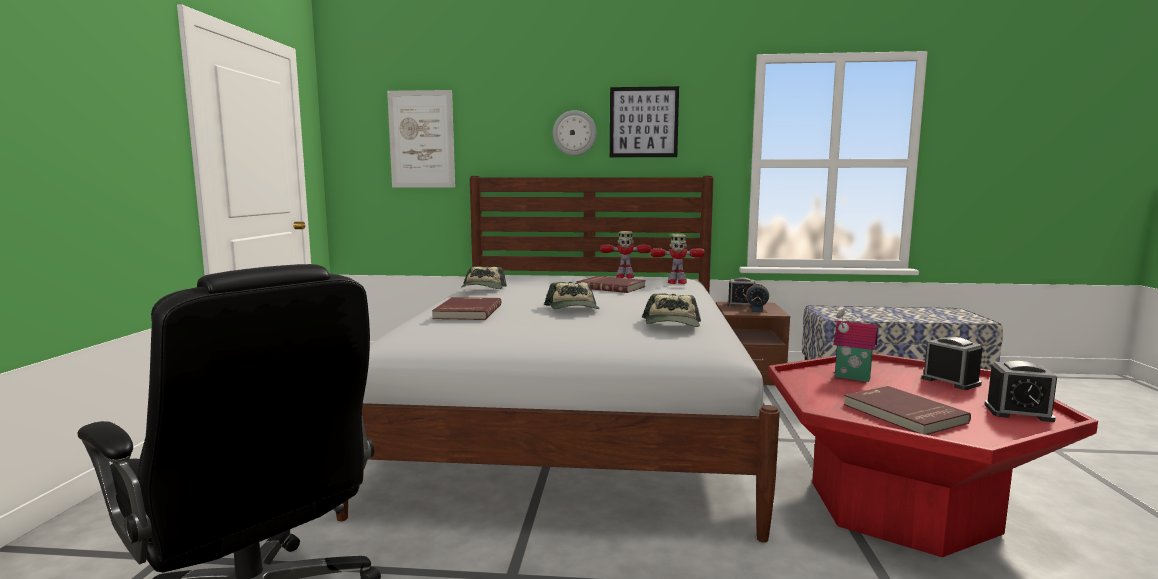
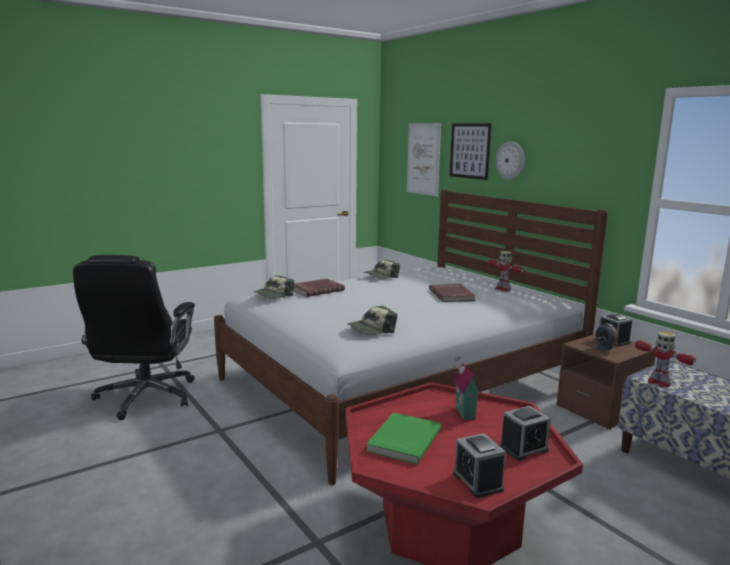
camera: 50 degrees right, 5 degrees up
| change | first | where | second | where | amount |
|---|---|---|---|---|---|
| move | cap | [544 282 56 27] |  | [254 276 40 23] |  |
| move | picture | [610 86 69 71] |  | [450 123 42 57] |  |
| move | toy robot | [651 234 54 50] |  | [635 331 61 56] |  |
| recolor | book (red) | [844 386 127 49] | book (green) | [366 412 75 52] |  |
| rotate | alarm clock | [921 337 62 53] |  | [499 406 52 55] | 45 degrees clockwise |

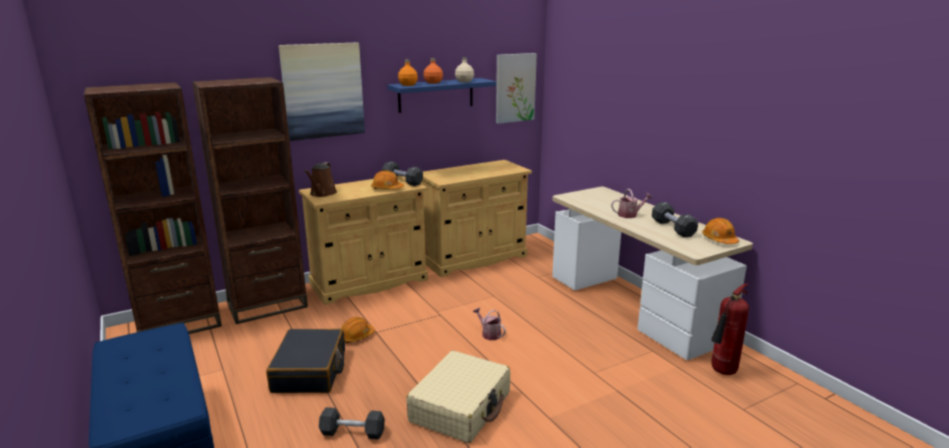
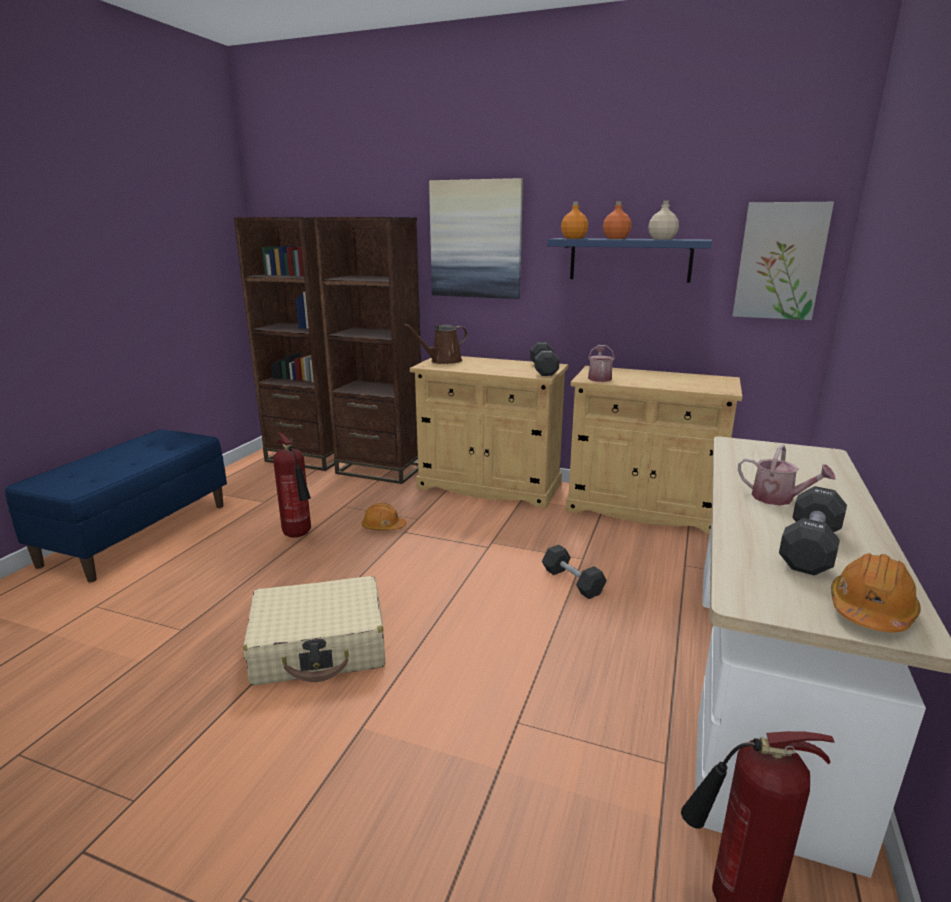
camera: 50 degrees right, 0 degrees up
| change | first | where | second | where | amount |
|---|---|---|---|---|---|
| delete | hard hat (orange) | [371 170 33 19] |  |  |  |
| move | dumbbell (black) | [319 407 66 32] |  | [542 545 65 54] |  |
| move | watering can | [473 308 33 32] |  | [588 345 27 37] |  |
| replace | suitcase (black) | [266 329 79 64] | fire extinguisher | [273 432 38 106] |  |

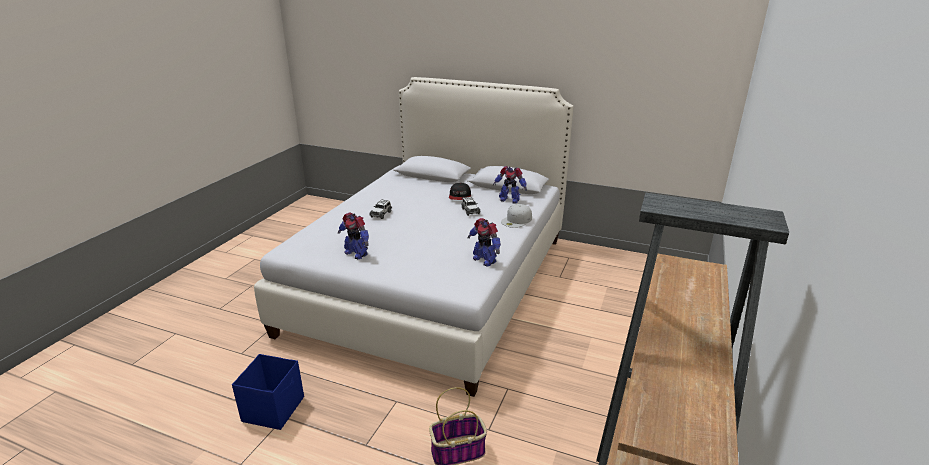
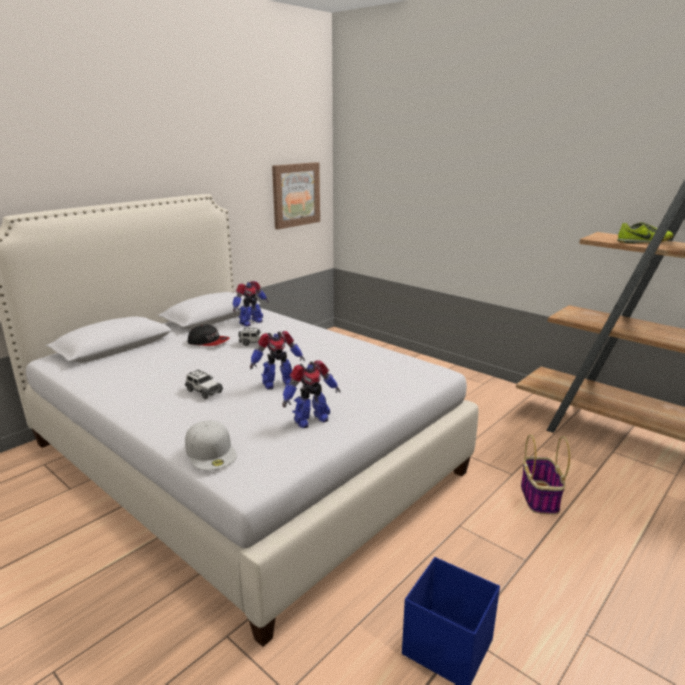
camera: 70 degrees left, 5 degrees down
| change | first | where | second | where | amount |
|---|---|---|---|---|---|
| insert |  |  | picture | [272 162 48 67] |  |
| insert |  |  | shoe | [617 222 56 21] |  |
| move | toy robot | [468 218 33 48] |  | [250 331 55 58] |  |
| move | cap (white) | [501 204 31 24] |  | [185 420 52 50] |  |

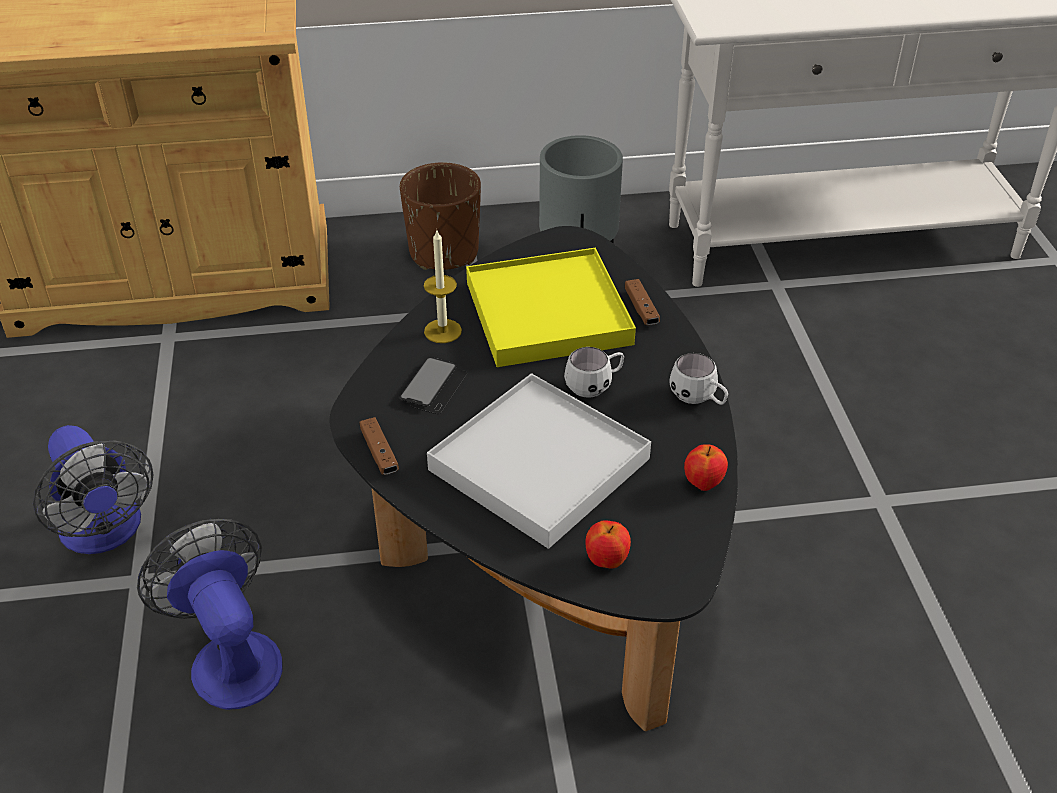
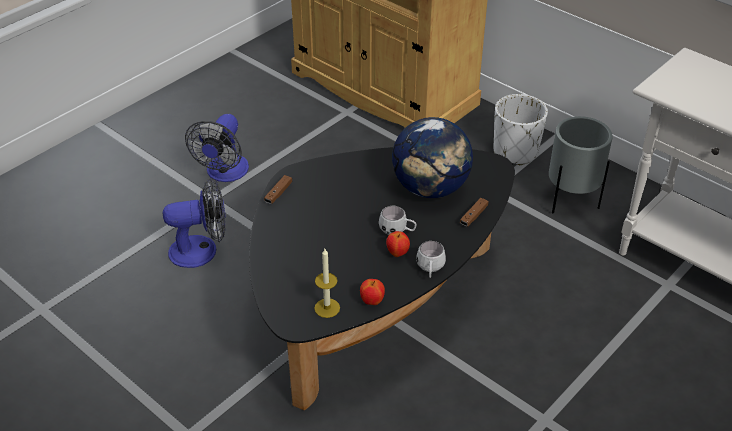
camera: 50 degrees right, 0 degrees up
| change | first | where | second | where | amount |
|---|---|---|---|---|---|
| delete | phone | [399 357 68 57] |  |  |  |
| delete | tray (white) | [427 373 224 176] |  |  |  |
| move | candle | [424 231 38 112] |  | [314 249 26 69] |  |
| move | apple | [585 520 46 49] |  | [386 231 24 26] |  |
| replace | tray (yellow) | [466 248 170 119] | globe | [392 117 81 81] |  |
| recolor | planter (brown) | [400 163 81 107] | planter (white) | [494 94 54 71] |  |
| rotate | fan | [137 519 146 191] |  | [163 178 63 90] | 60 degrees clockwise |

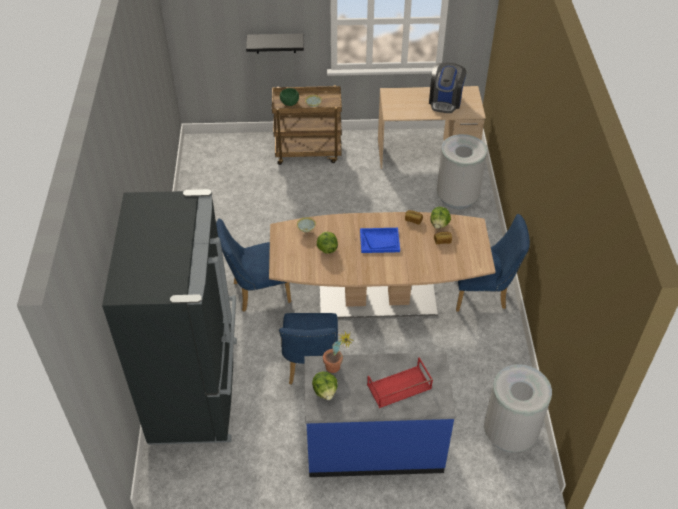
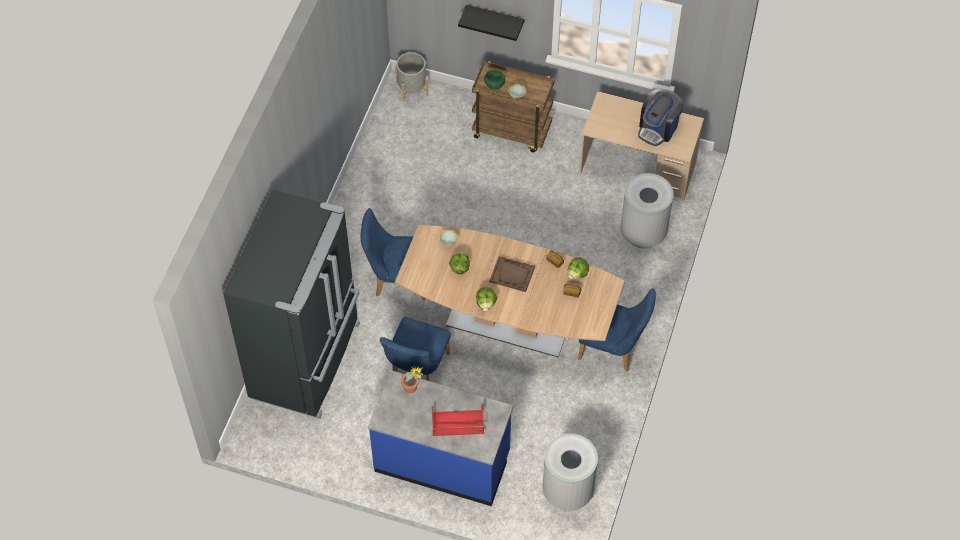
camera: 20 degrees right, 10 degrees up
| change | first | where | second | where | amount |
|---|---|---|---|---|---|
| insert |  |  | planter (grey) | [395 52 33 50] |  |
| move | lettuce | [312 372 26 28] |  | [476 287 21 24] |  |
| recolor | tray (blue) | [360 228 40 25] | tray (brown) | [490 256 45 36] |  |

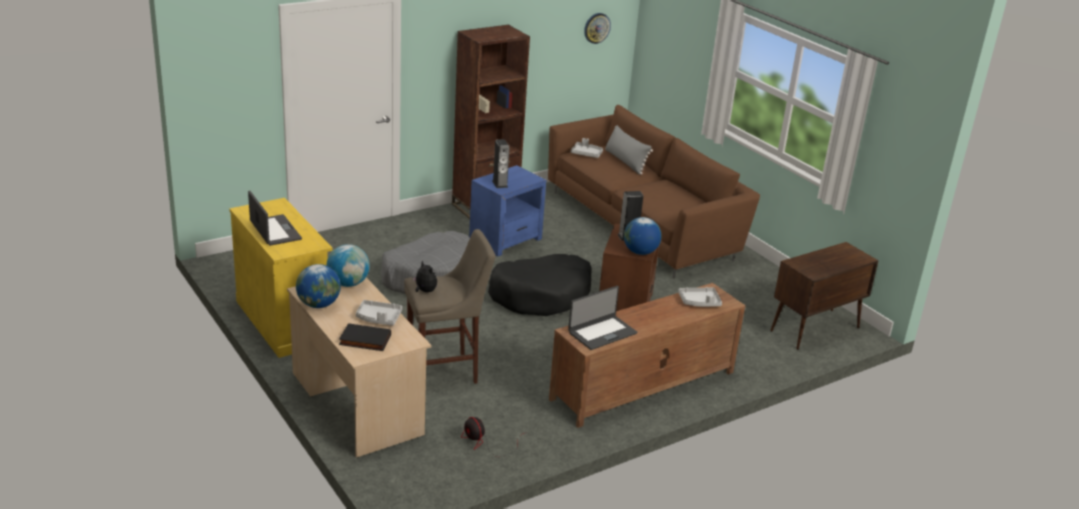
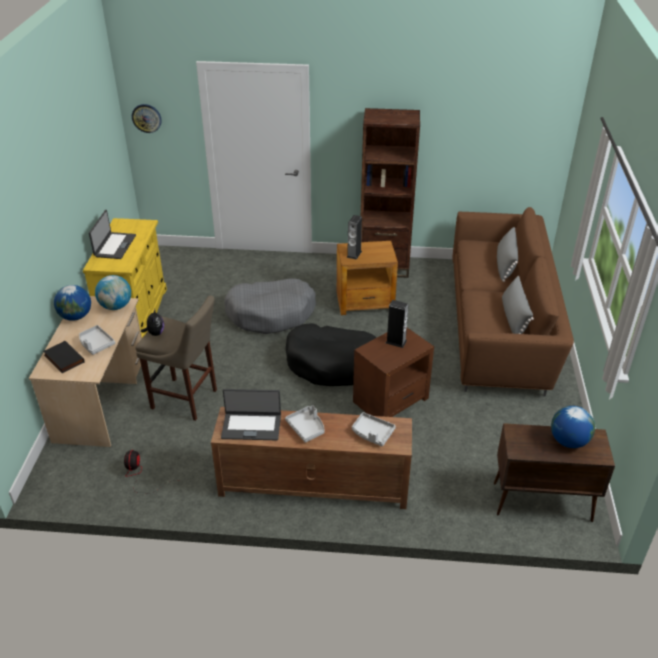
camera: 40 degrees right, 10 degrees up
| change | first | where | second | where | amount |
|---|---|---|---|---|---|
| insert |  |  | pillow (grey) | [502 276 32 58] |  |
| move | tray (grey) | [571 138 32 20] |  | [285 405 40 38] |  |
| move | wall clock | [584 13 27 31] |  | [132 104 30 29] |  |
| move | globe | [624 217 38 38] |  | [551 406 44 42] |  |
| recolor | side table (blue) | [469 165 77 91] | side table (brown) | [337 241 61 74] |  |

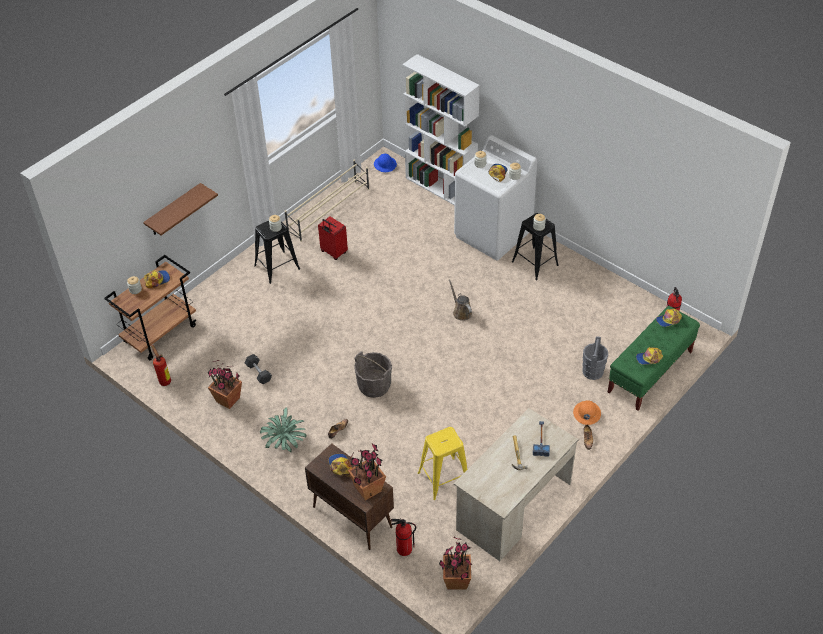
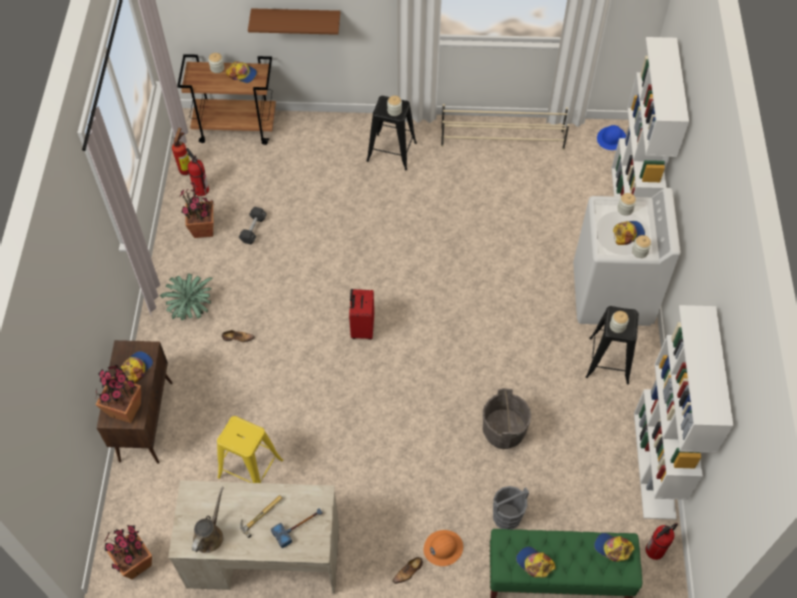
camera: 50 degrees right, 10 degrees up
| change | first | where | second | where | amount |
|---|---|---|---|---|---|
| insert |  |  | bookcase (white) | [634 305 100 215] |  |
| move | suitcase (red) | [318 217 30 43] |  | [349 289 25 51] |  |
| move | bucket (grey) | [354 351 38 47] |  | [483 388 48 61] |  |
| move | fire extinguisher | [391 519 25 37] |  | [186 148 23 48] |  |
| move | watering can (brown) | [449 279 23 42] |  | [192 487 32 66] |  |

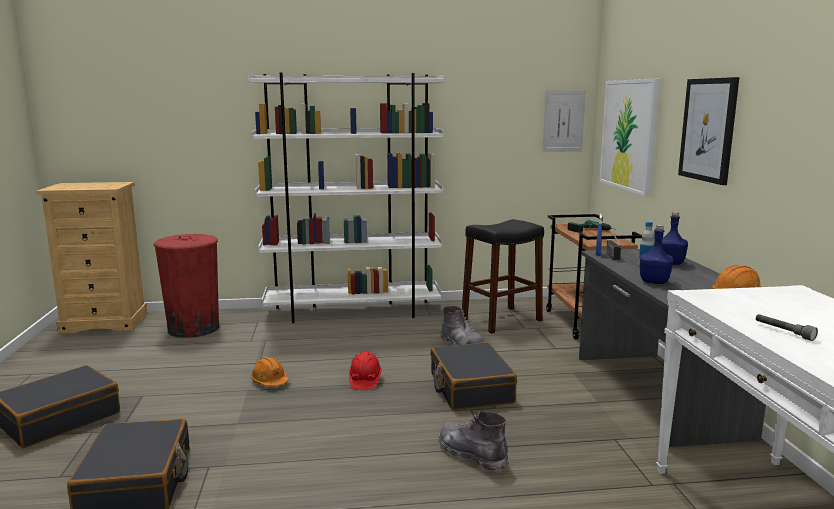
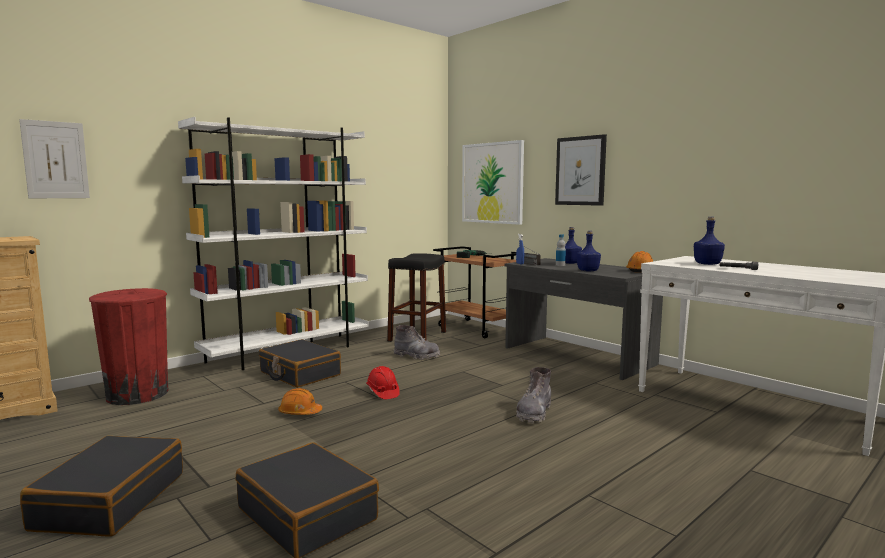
camera: 35 degrees left, 5 degrees down
| change | first | where | second | where | amount |
|---|---|---|---|---|---|
| insert |  |  | bottle (blue) | [694 217 31 48] |  |
| move | suitcase (black) | [431 342 86 68] |  | [259 339 82 49] |  |
| move | picture | [542 90 44 62] |  | [19 119 71 79] |  |
| rotate | boot (grey) | [438 411 71 62] |  | [516 367 35 56] | 75 degrees counterclockwise |

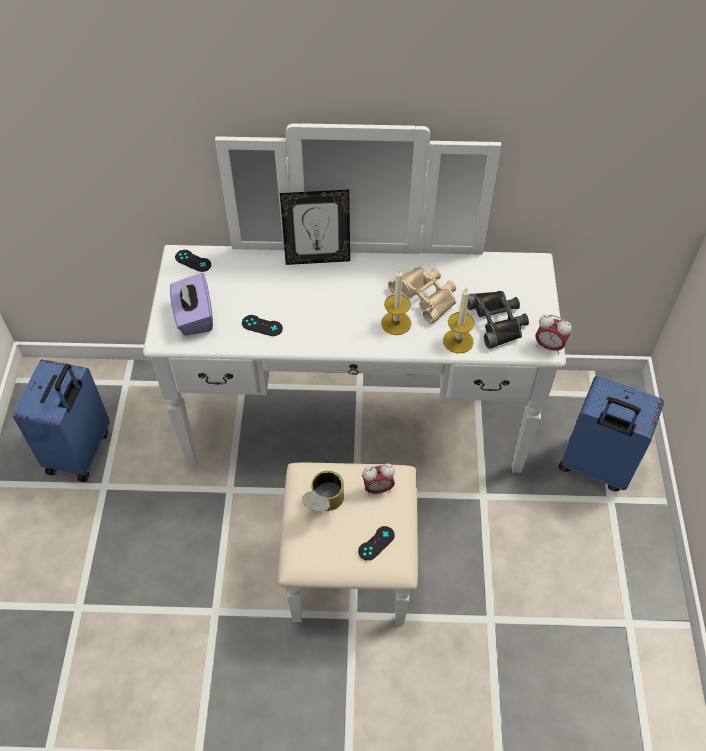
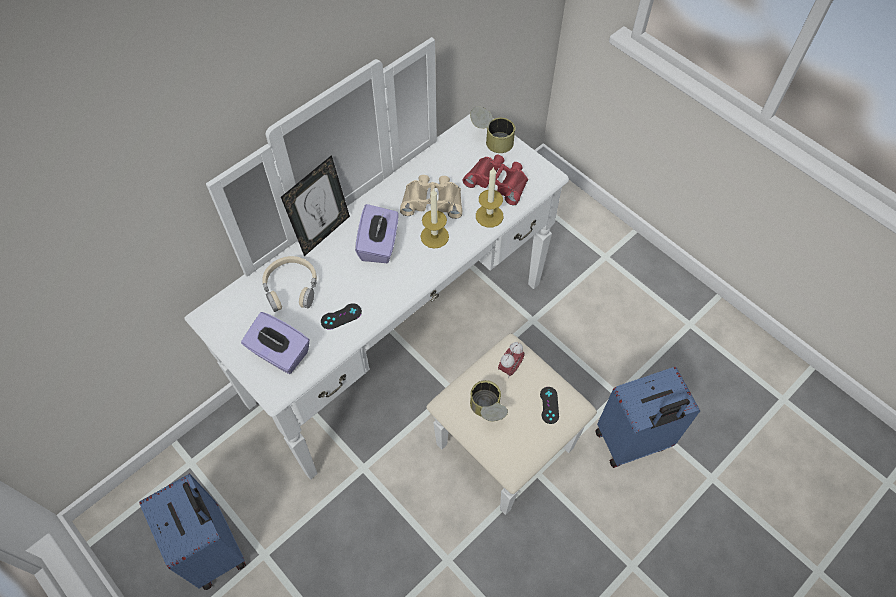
camera: 45 degrees left, 5 degrees up
| change | first | where | second | where | amount |
|---|---|---|---|---|---|
| delete | game controller (black) | [175 250 36 22] |  |  |  |
| delete | alarm clock | [535 315 37 39] |  |  |  |
| insert |  |  | headphones (beige) | [262 256 55 56] |  |
| insert |  |  | tissue box (purple) | [355 204 44 59] |  |
| insert |  |  | can | [470 106 45 47] |  |
| move | suitcase (blue) | [559 376 105 115] |  | [595 367 105 101] |  |
| recolor | binoculars (black) | [467 291 62 58] | binoculars (red) | [463 155 65 50] |  |

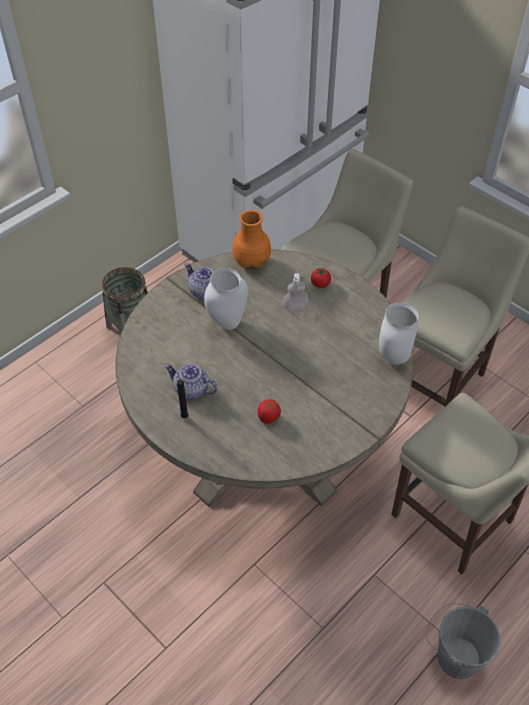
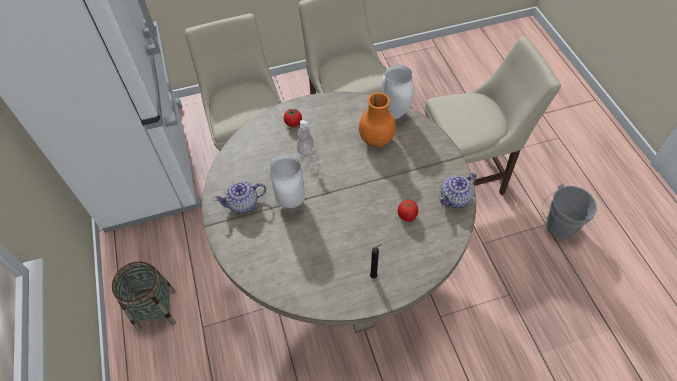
camera: 60 degrees left, 5 degrees up
| change | first | where | second | where | amount |
|---|---|---|---|---|---|
| move | teapot | [164 364 54 35] |  | [439 173 38 35] |  |
| move | vase (orange) | [232 210 39 60] |  | [359 92 37 55] |  |

